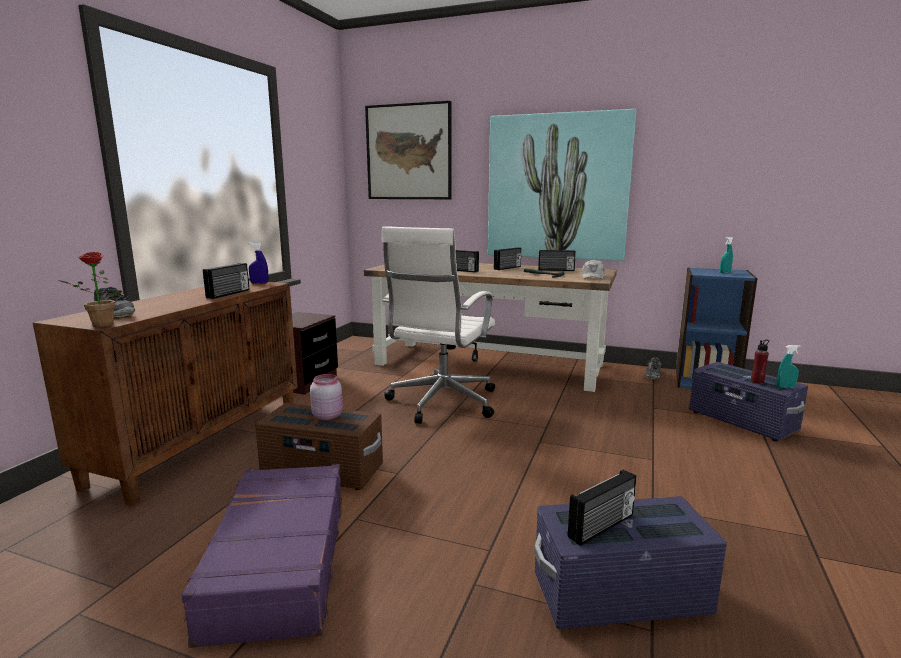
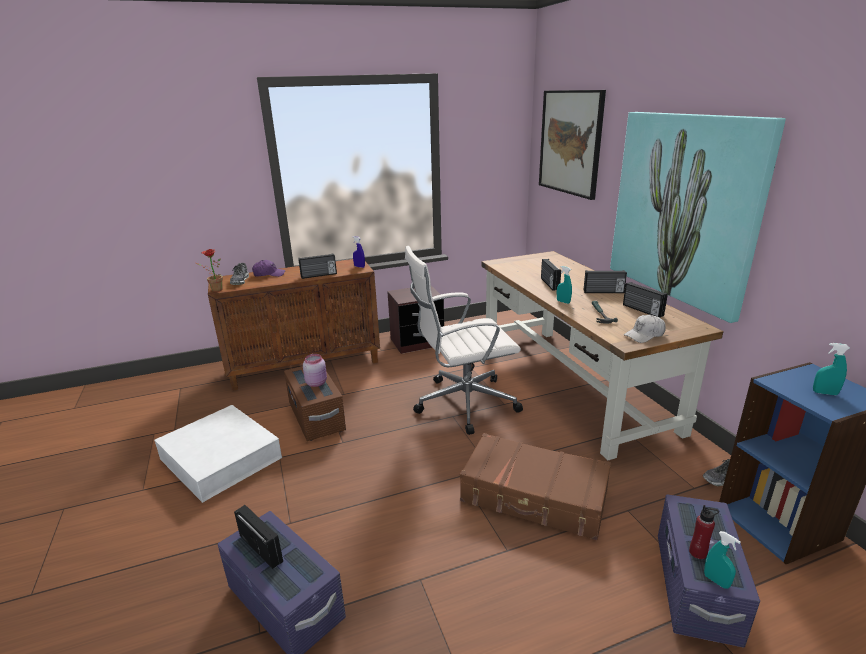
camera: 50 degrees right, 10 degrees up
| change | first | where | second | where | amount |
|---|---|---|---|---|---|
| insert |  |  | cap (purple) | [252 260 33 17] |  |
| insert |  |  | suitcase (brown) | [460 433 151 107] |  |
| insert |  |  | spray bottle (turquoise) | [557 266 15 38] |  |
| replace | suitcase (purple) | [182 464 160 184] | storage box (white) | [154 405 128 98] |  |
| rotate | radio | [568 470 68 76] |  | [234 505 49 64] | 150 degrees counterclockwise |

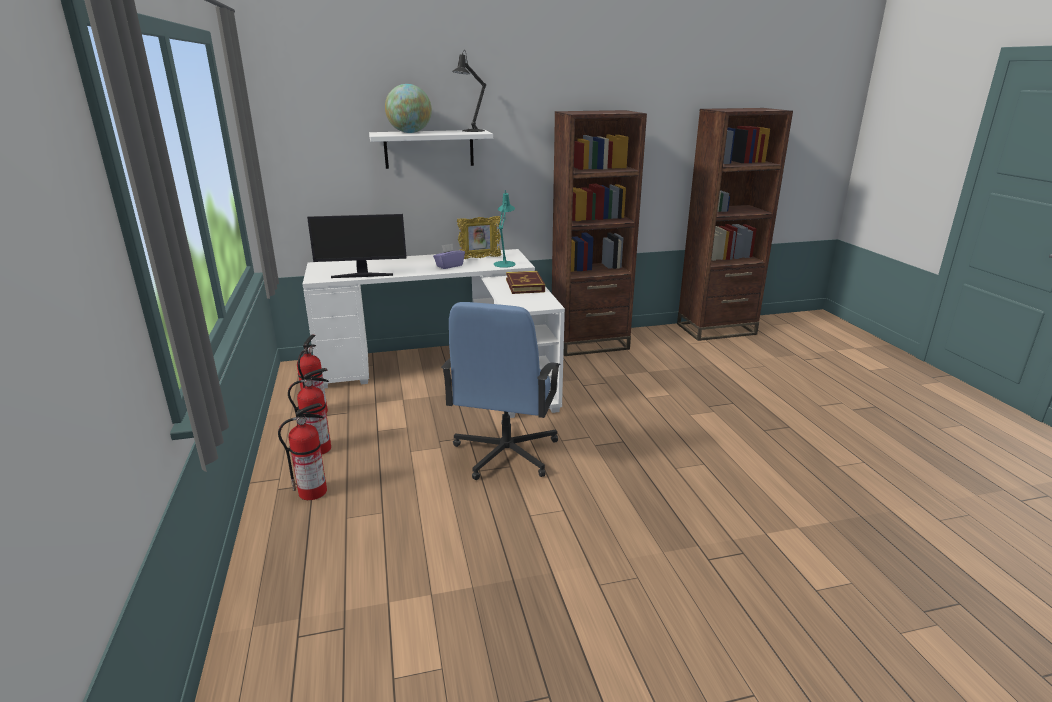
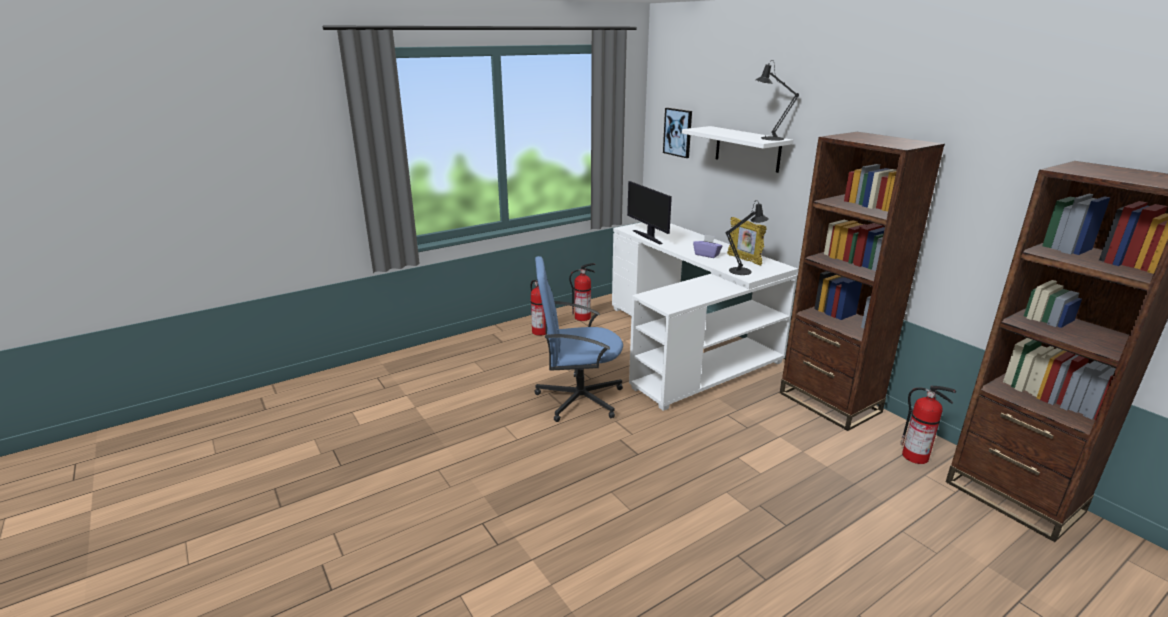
camera: 70 degrees right, 0 degrees up
| change | first | where | second | where | amount |
|---|---|---|---|---|---|
| delete | globe | [385 84 47 49] |  |  |  |
| delete | book | [506 271 39 23] |  |  |  |
| insert |  |  | picture | [663 108 29 50] |  |
| move | fire extinguisher | [278 403 49 97] |  | [900 386 56 78] |  |
| recolor | table lamp (turquoise) | [494 190 22 78] | table lamp (black) | [726 200 43 75] |  |

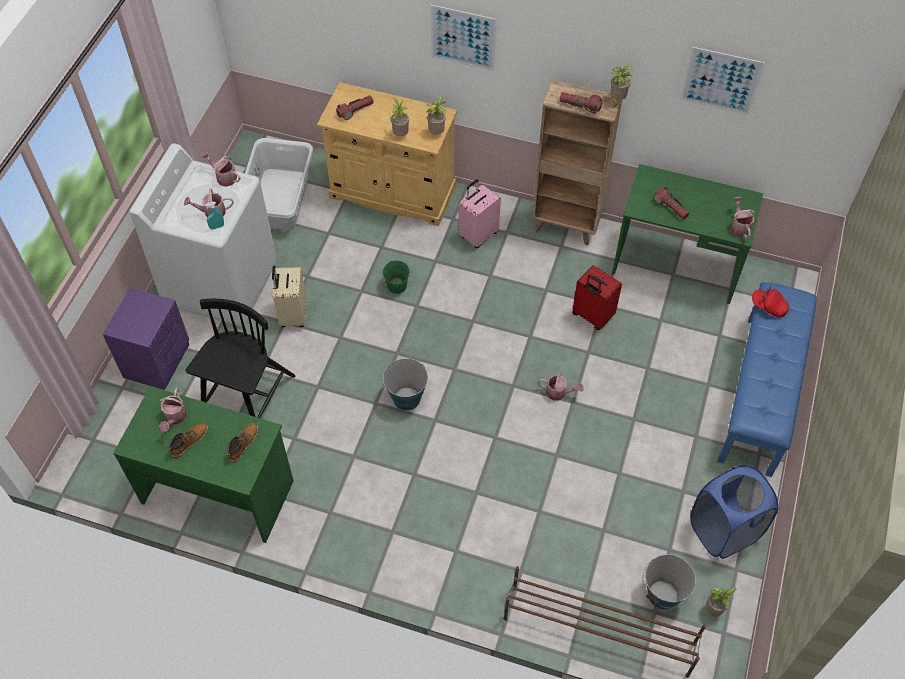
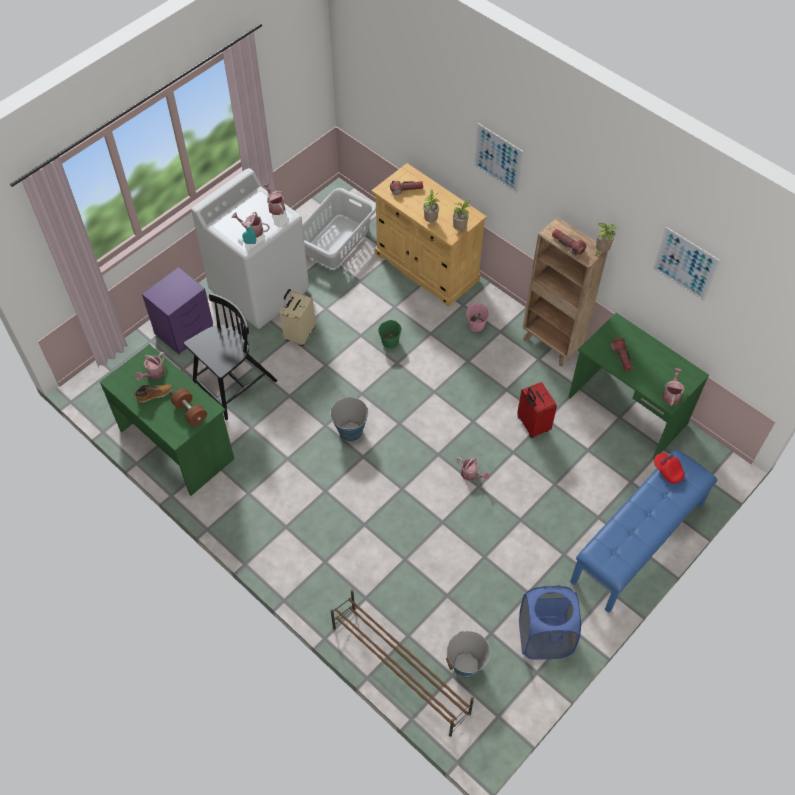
camera: 25 degrees right, 0 degrees up
| change | first | where | second | where | amount |
|---|---|---|---|---|---|
| delete | potted plant | [706 587 30 29] |  |  |  |
| replace | boot | [227 423 31 40] | dumbbell (brown) | [171 388 36 38] |  |
| replace | suitcase (pink) | [459 179 42 69] | bucket (pink) | [466 304 23 28] |  |

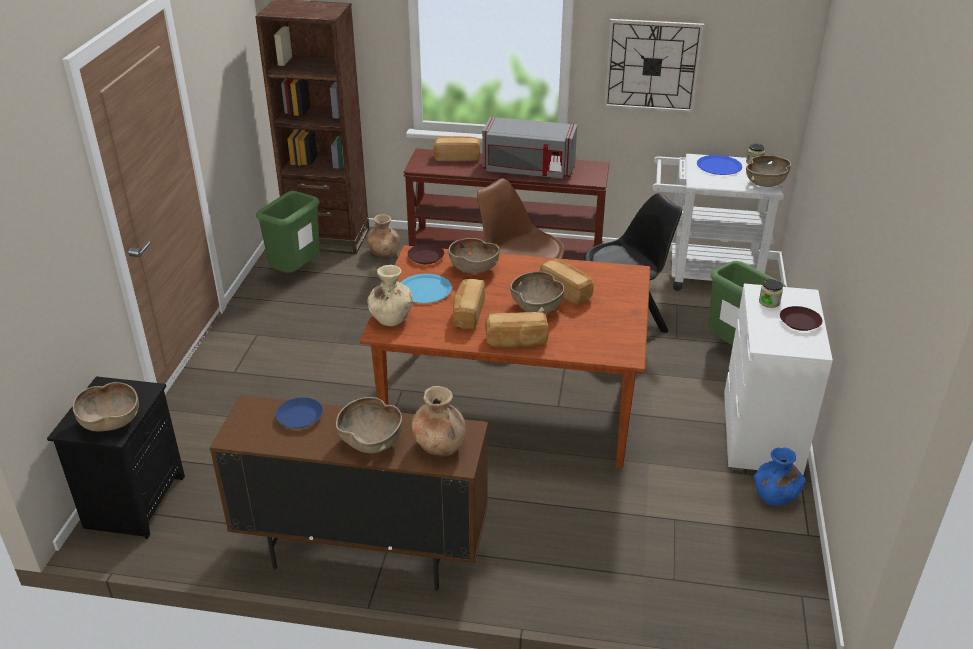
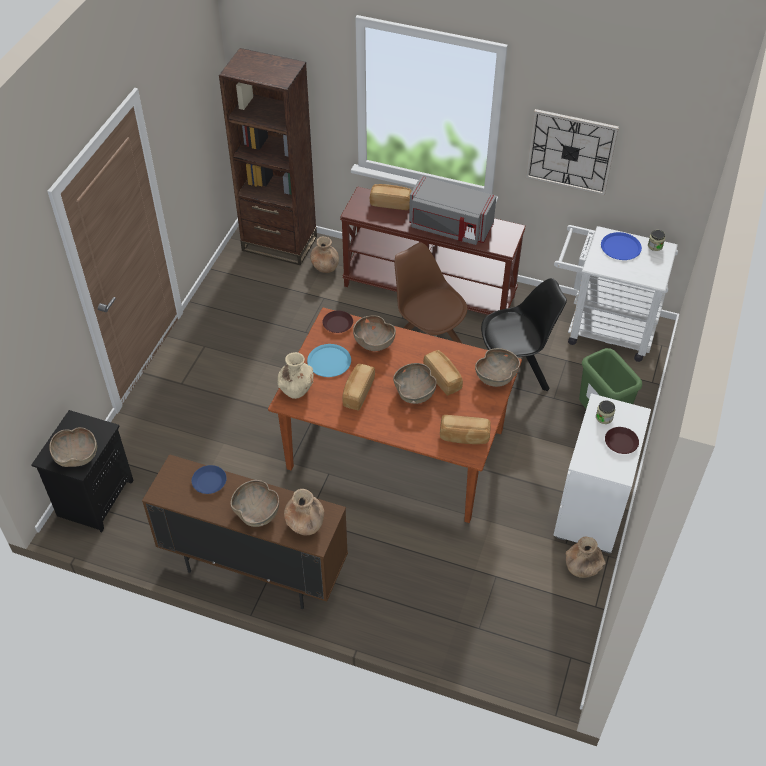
camera: 10 degrees right, 15 degrees up
| change | first | where | second | where | amount |
|---|---|---|---|---|---|
| delete | trash can (green) | [256 191 64 82] |  |  |  |
| move | bread | [485 312 64 35] |  | [440 415 51 29] |  |
| move | bowl (brown) | [746 155 45 32] |  | [475 348 45 39] |  |
| recolor | vase (blue) | [754 448 52 58] | vase (brown) | [566 537 40 41] |  |

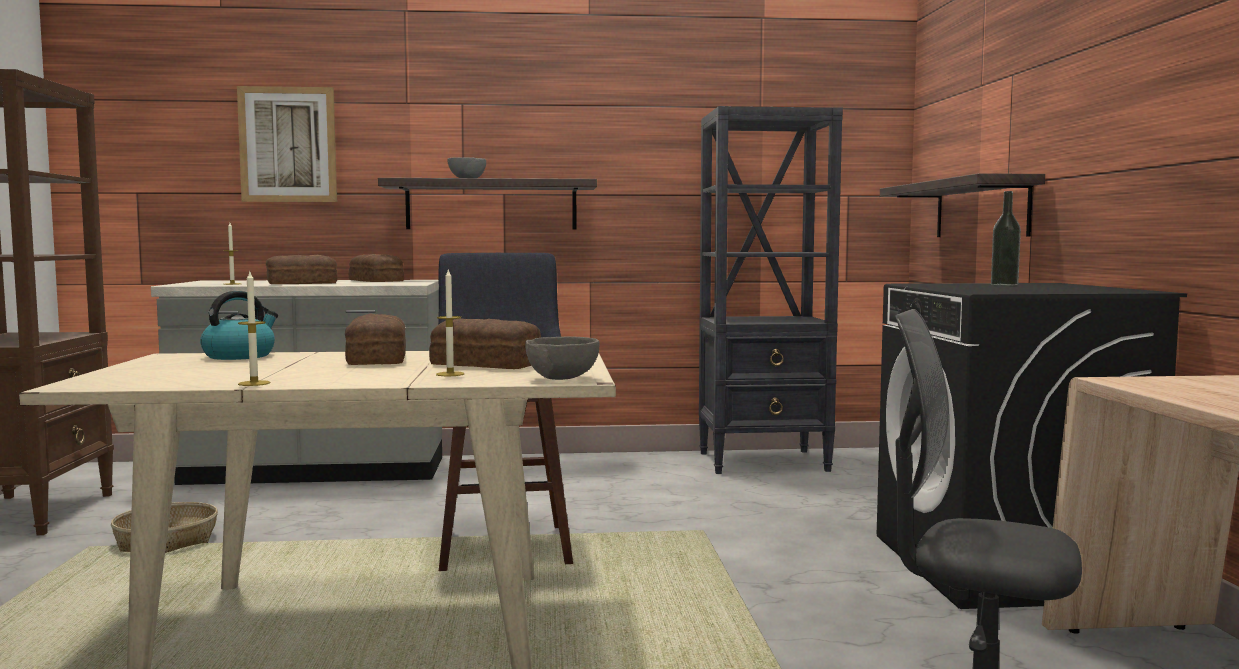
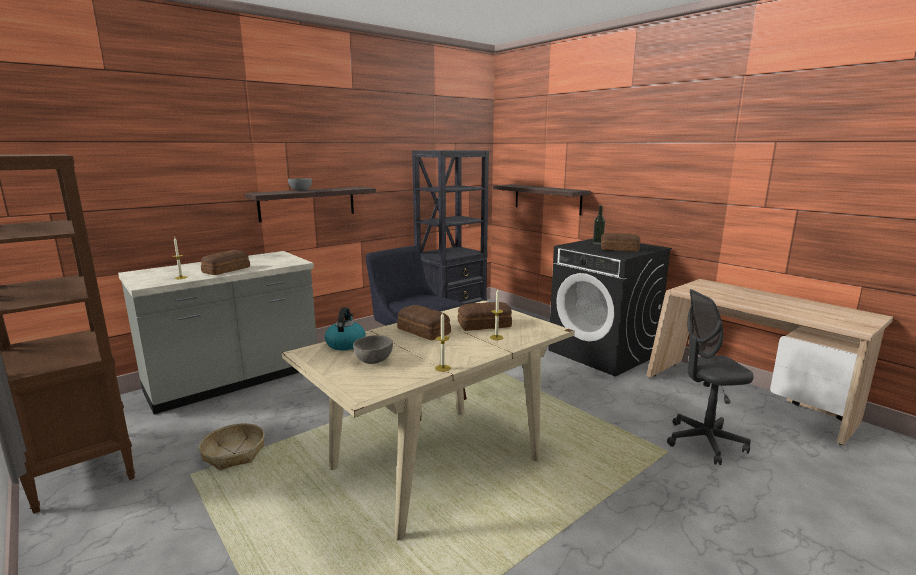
camera: 35 degrees left, 10 degrees up
| change | first | where | second | where | amount |
|---|---|---|---|---|---|
| delete | picture | [237 86 100 116] |  |  |  |
| move | bread | [349 254 55 28] |  | [601 233 40 18] |  |
| move | bowl (grey) | [525 337 75 43] |  | [353 335 40 29] |  |

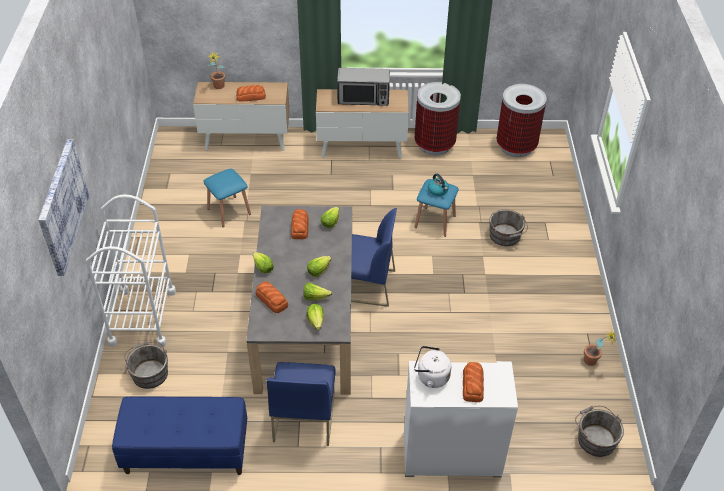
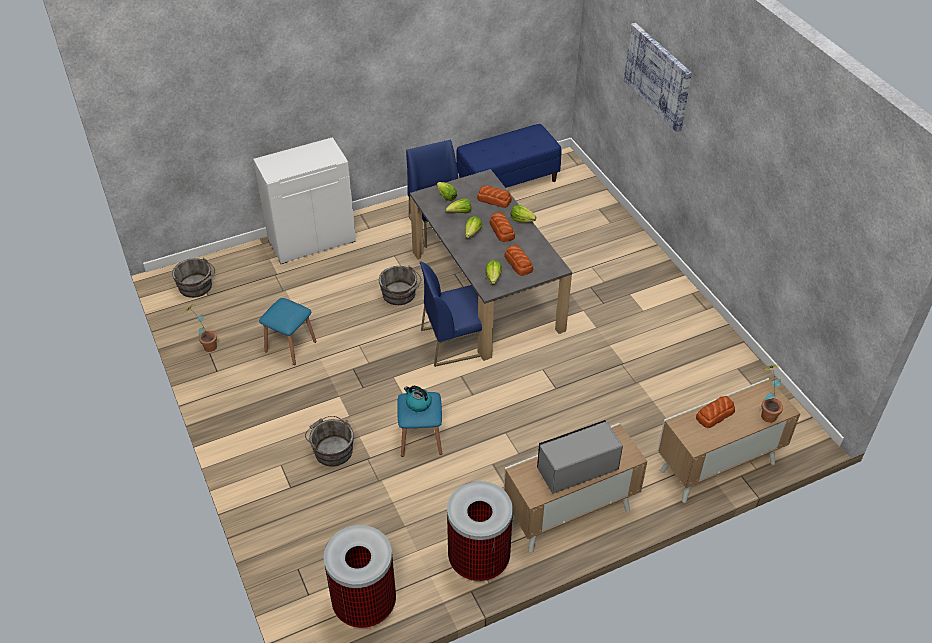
camera: 155 degrees right, 0 degrees up
| change | first | where | second | where | amount |
|---|---|---|---|---|---|
| delete | cart (white) | [86 194 90 153] |  |  |  |
| delete | kettle (white) | [414 346 37 42] |  |  |  |
| move | bucket (grey) | [124 341 44 48] |  | [379 266 42 39] |  |
| move | stool (blue) | [203 169 48 58] |  | [259 298 58 67] |  |
| move | bread | [463 362 21 40] |  | [489 212 26 30] |  |

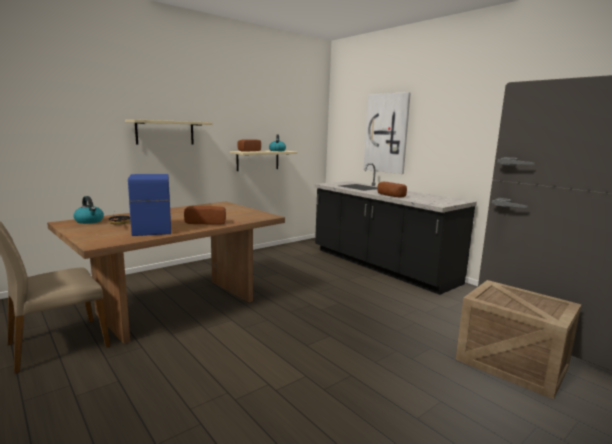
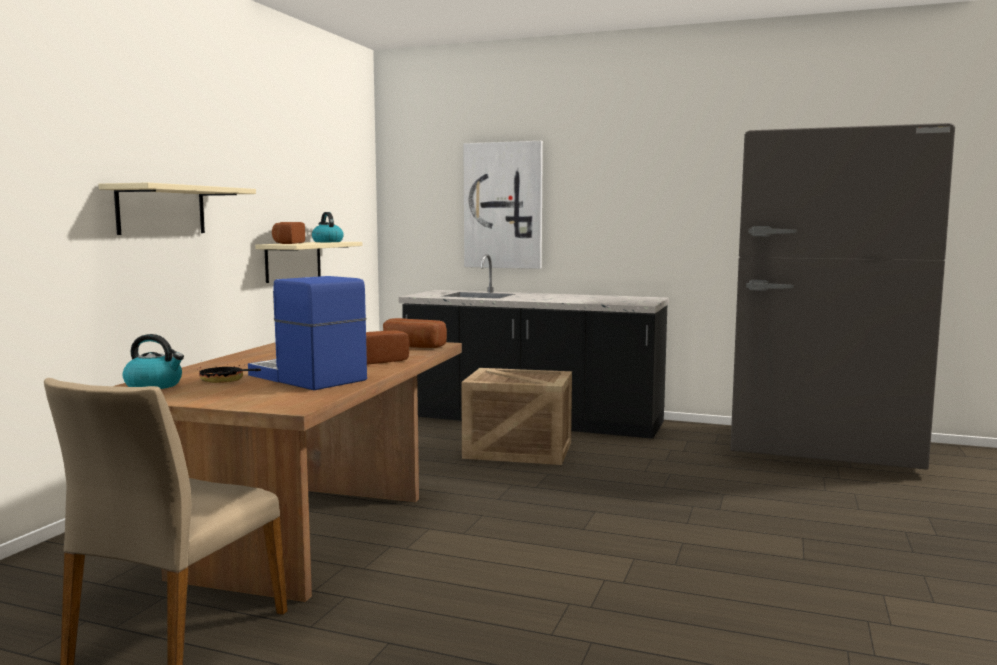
camera: 30 degrees left, 5 degrees down
| change | first | where | second | where | amount |
|---|---|---|---|---|---|
| move | bread | [378 182 29 16] |  | [383 318 64 30] |  |
| move | crate | [455 280 126 120] |  | [461 368 111 97] |  |

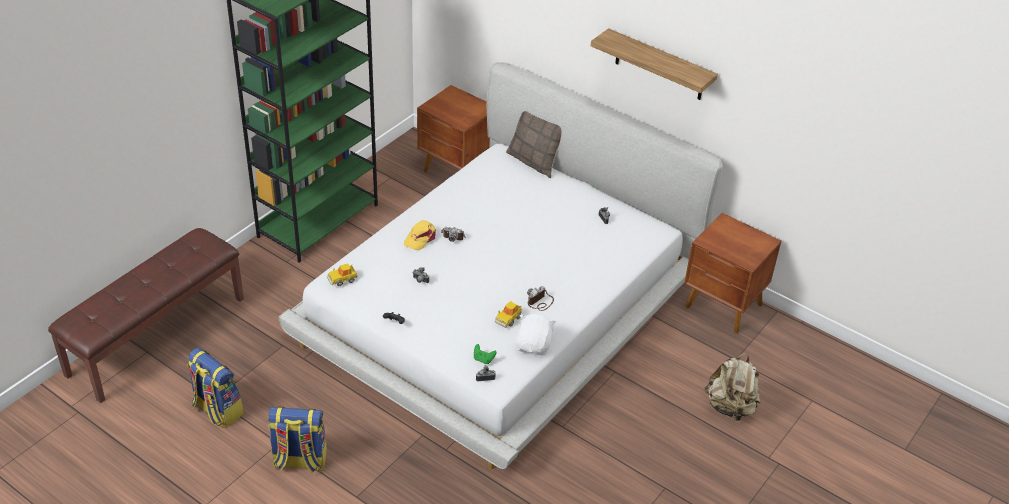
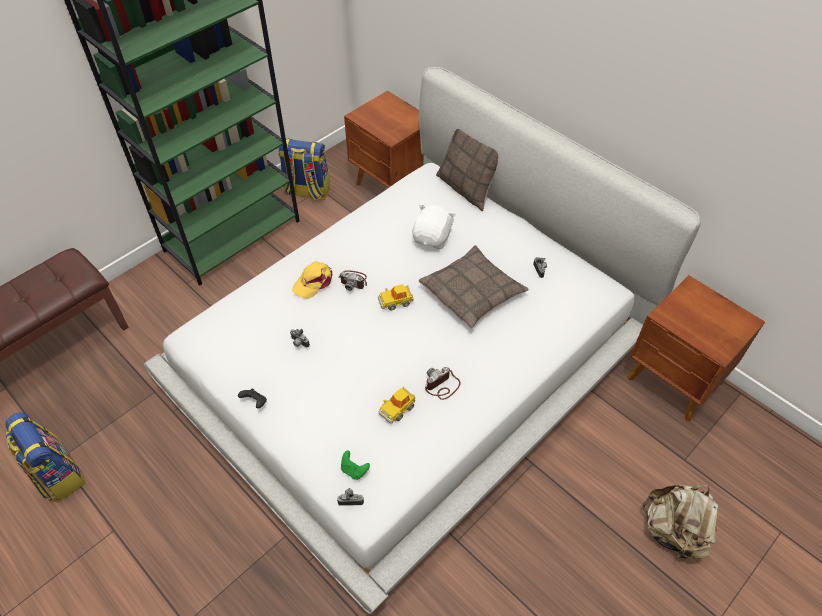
camera: 10 degrees right, 10 degrees up
| change | first | where | second | where | amount |
|---|---|---|---|---|---|
| delete | shelf | [591 28 127 72] |  |  |  |
| insert |  |  | pillow | [419 245 110 84] |  |
| move | backpack | [268 406 59 67] |  | [278 138 52 62] |  |
| move | toy car | [327 263 31 23] |  | [378 284 36 27] |  |
| move | plush toy (white) | [517 314 39 41] |  | [412 205 44 44] |  |

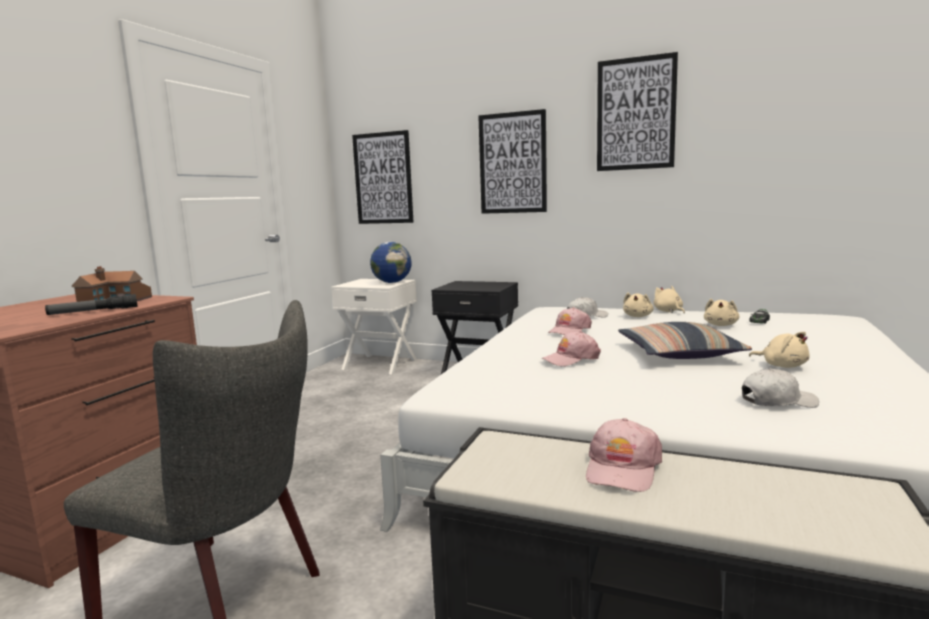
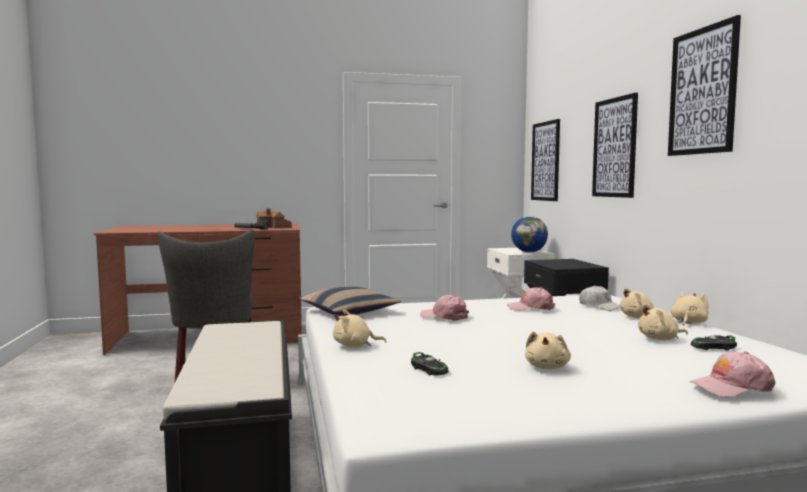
camera: 55 degrees right, 5 degrees down
| change | first | where | second | where | amount |
|---|---|---|---|---|---|
| insert |  |  | plush toy (beige) | [333 310 54 37] |  |
| move | cap (pink) | [586 418 76 74] |  | [689 351 87 46] |  |
| move | pillow | [619 322 133 37] |  | [297 286 105 30] |  |
| replace | cap (white) | [742 368 77 40] | toy car | [411 352 37 24] |  |

